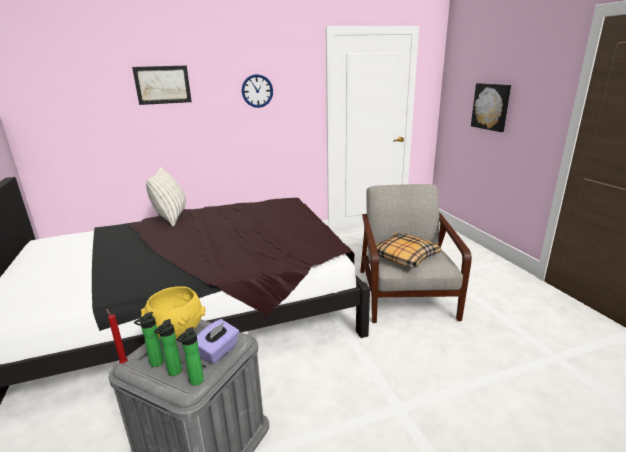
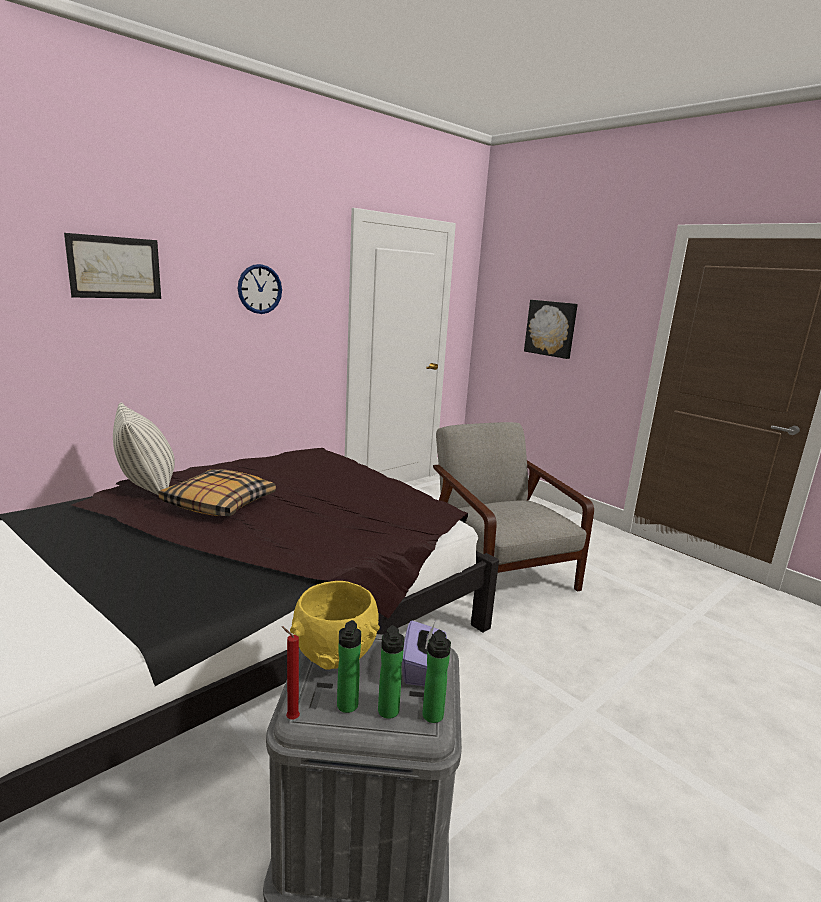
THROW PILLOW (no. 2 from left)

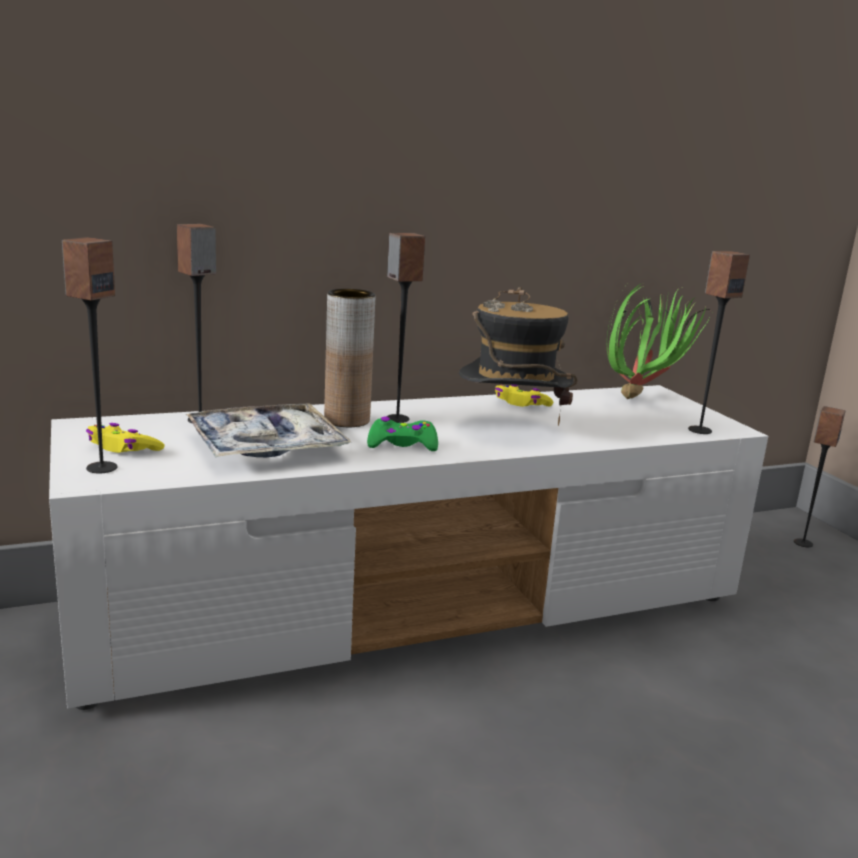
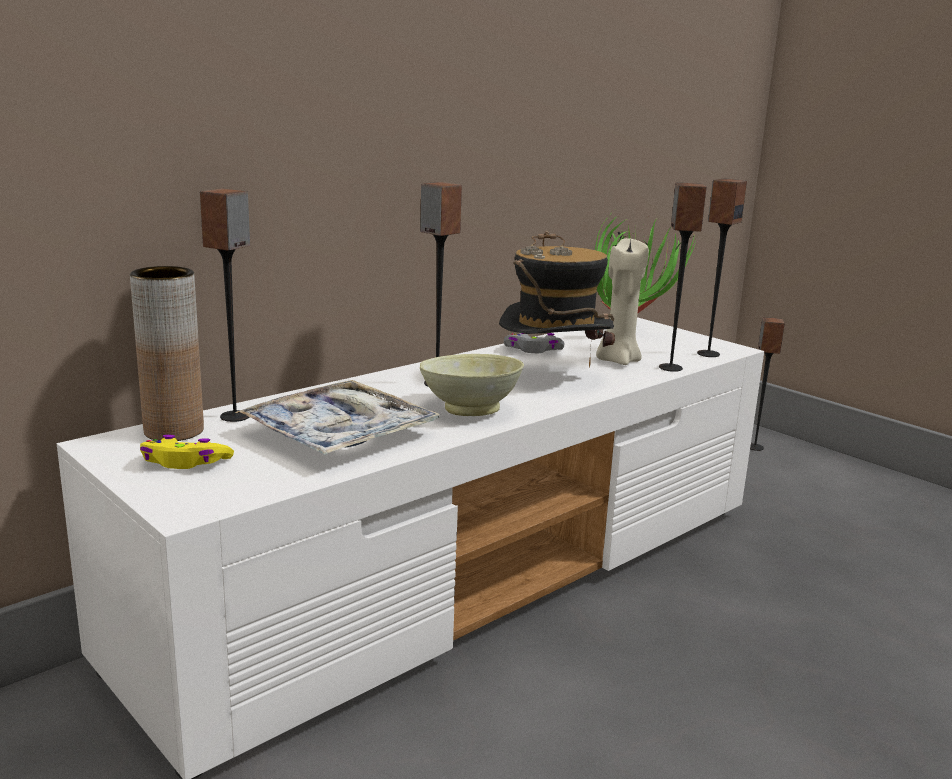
BROWN-COLOURED FLOWER VASE; BEIGE SERVING BOWL; GRAY GAME CONTROLLER; BEIGE WAX LIGHT; LOUDSPEAKER (no. 3 from left)

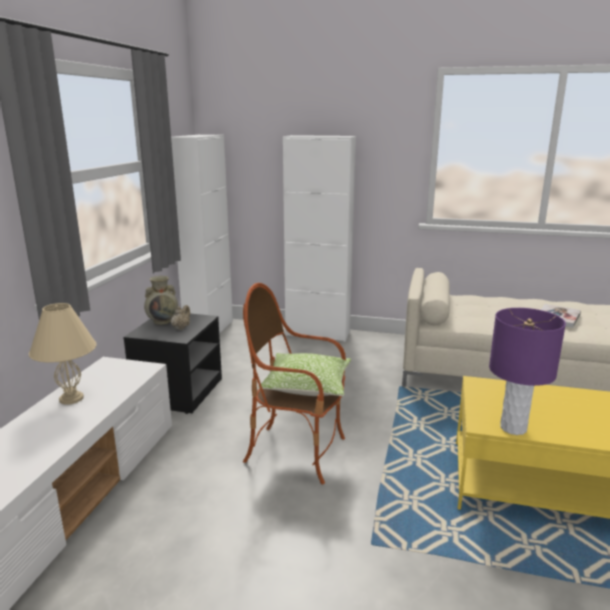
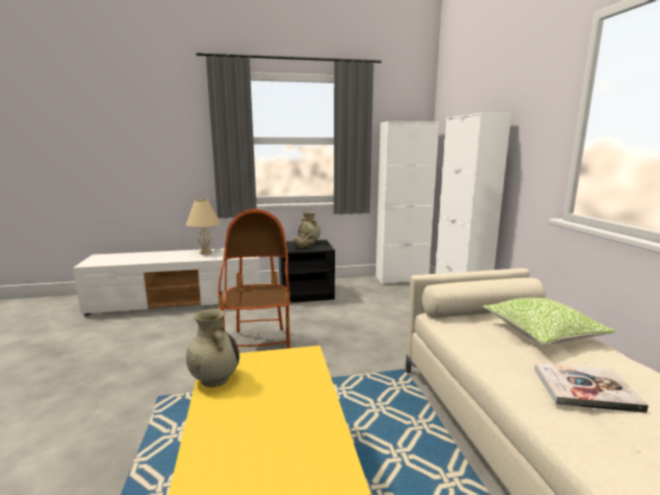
BEIGE FLOWER VASE (no. 1 from left); THROW PILLOW

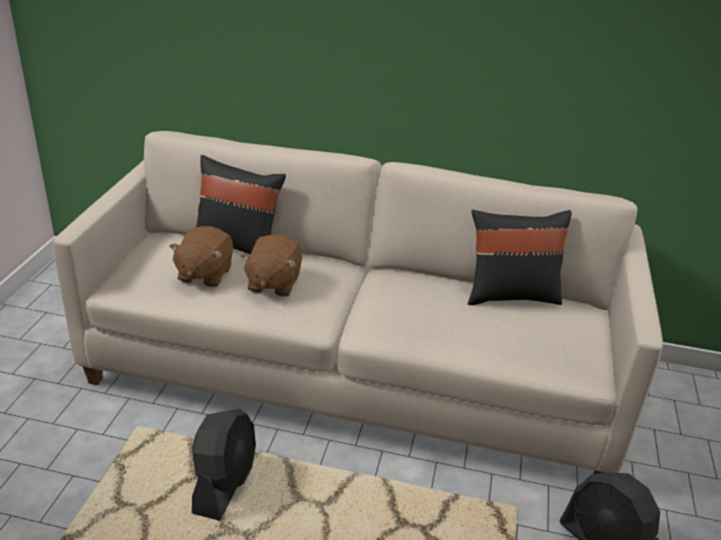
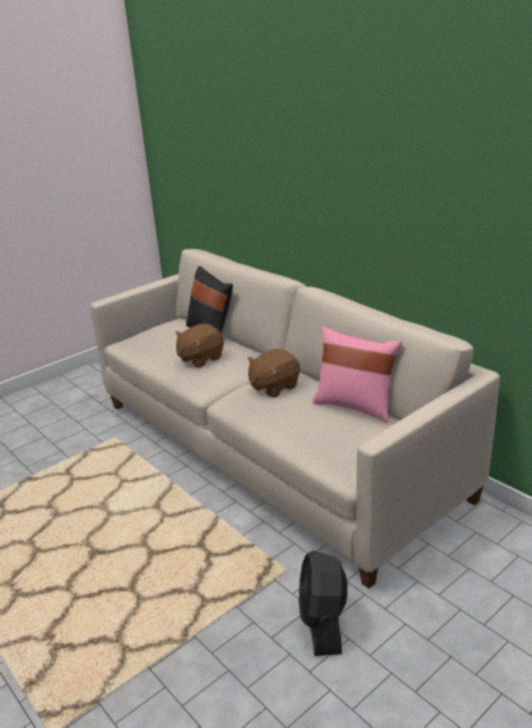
BROWN-COLOURED CUDDLY TOY (no. 2 from left); PINK THROW PILLOW; BLACK-COLOURED FAN (no. 1 from left in the first image)

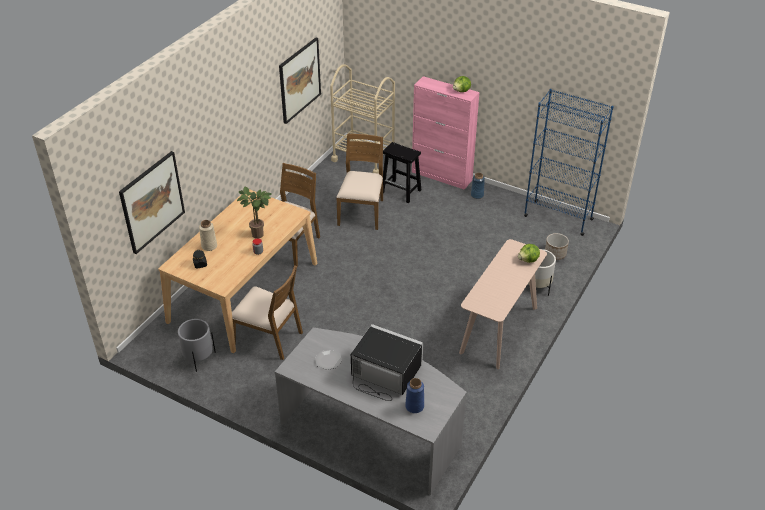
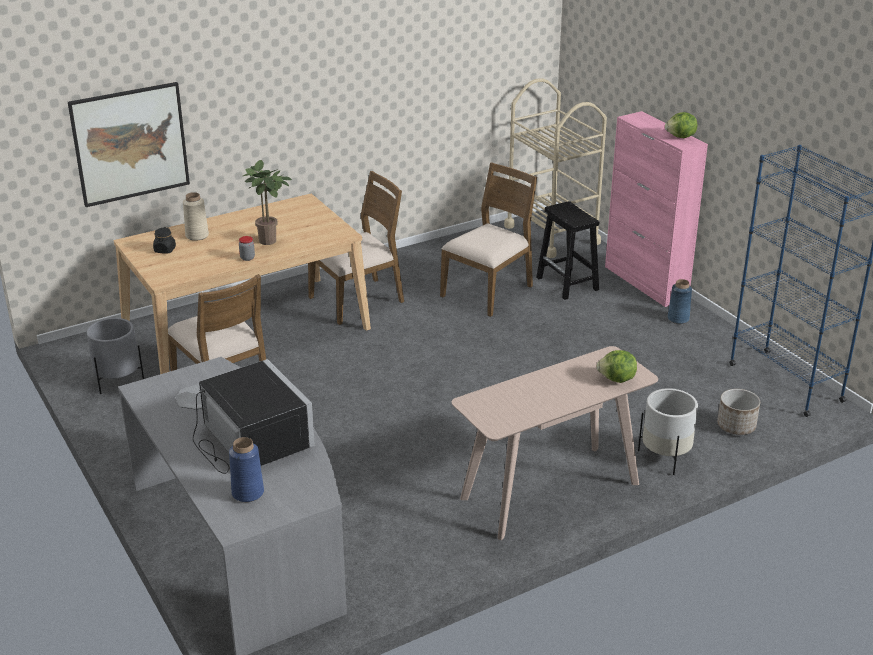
PICTURE (no. 2 from left in the first image)

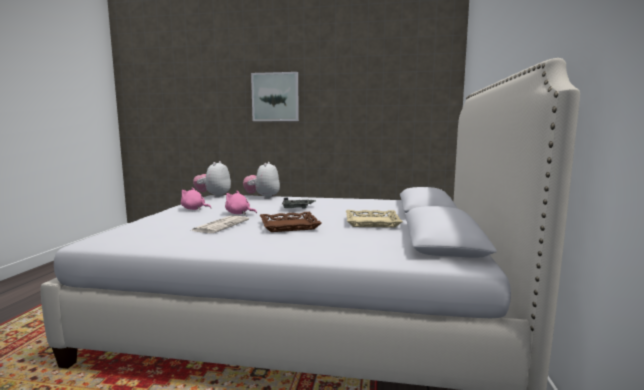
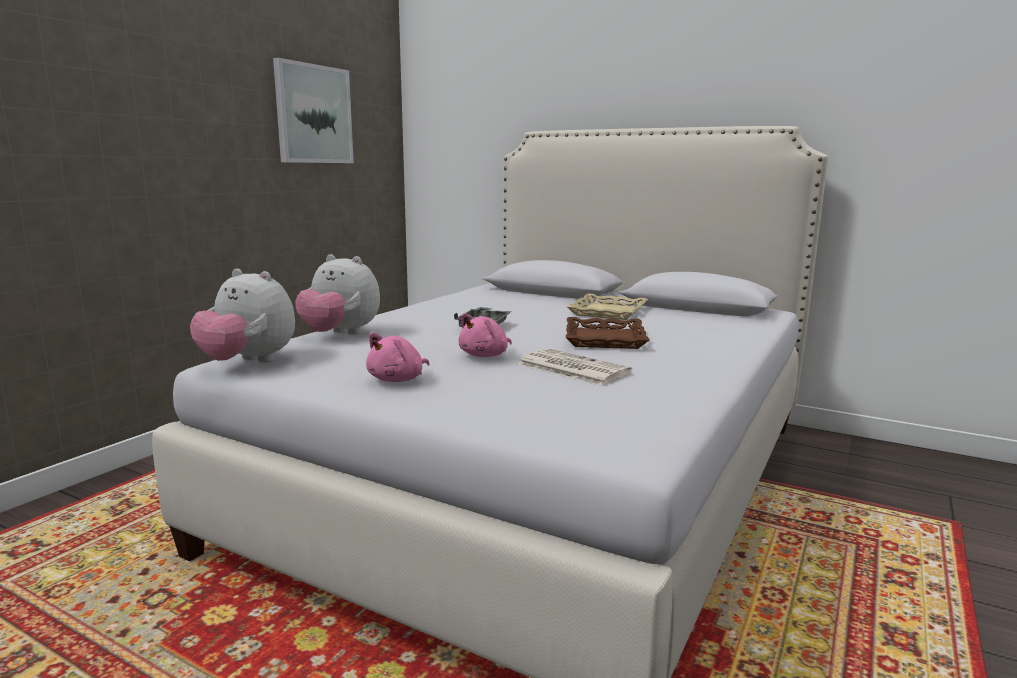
PICTURE

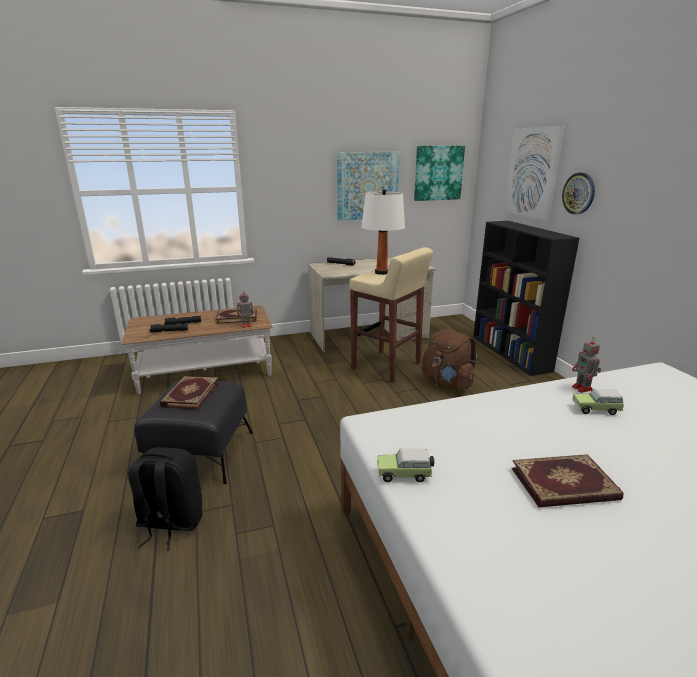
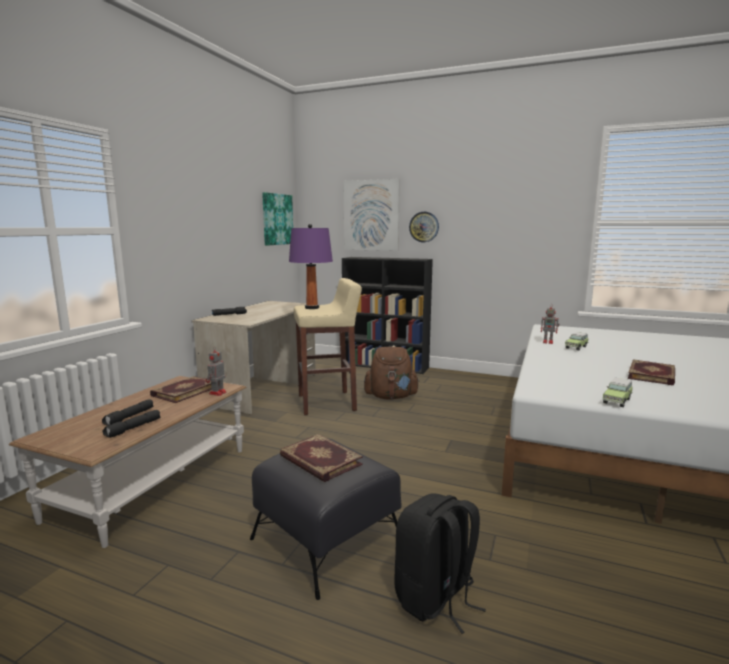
PURPLISH TABLETOP LAMP; PICTURE (no. 1 from left in the first image)

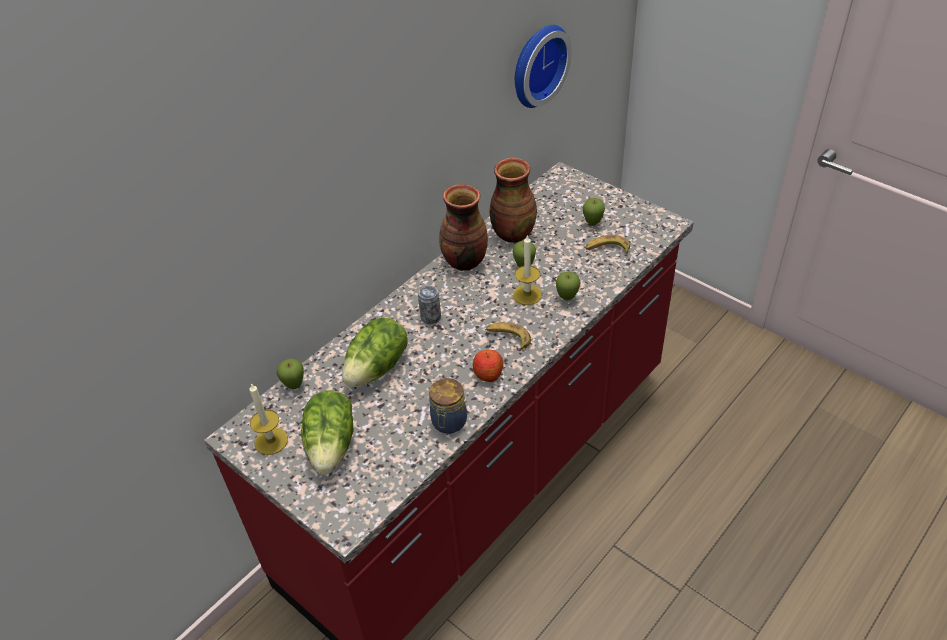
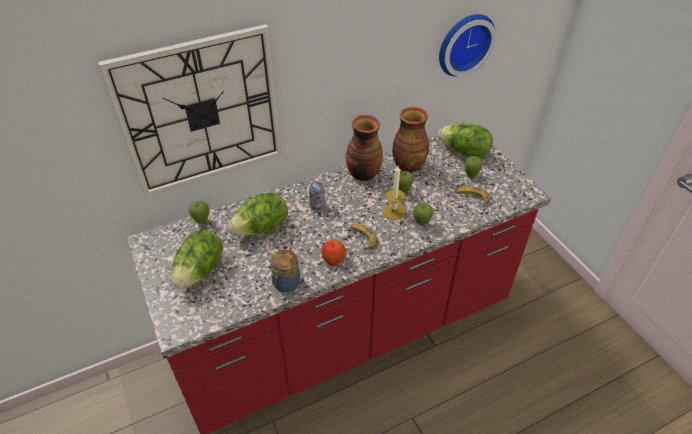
CLOCK ON THE WALL (no. 1 from left); LETTUCE HEAD (no. 3 from left); WAX LIGHT (no. 1 from left in the first image)

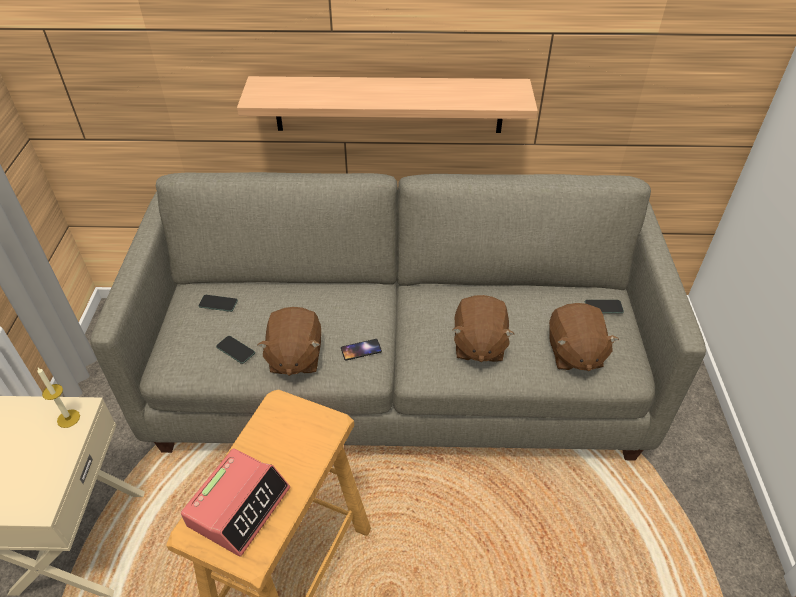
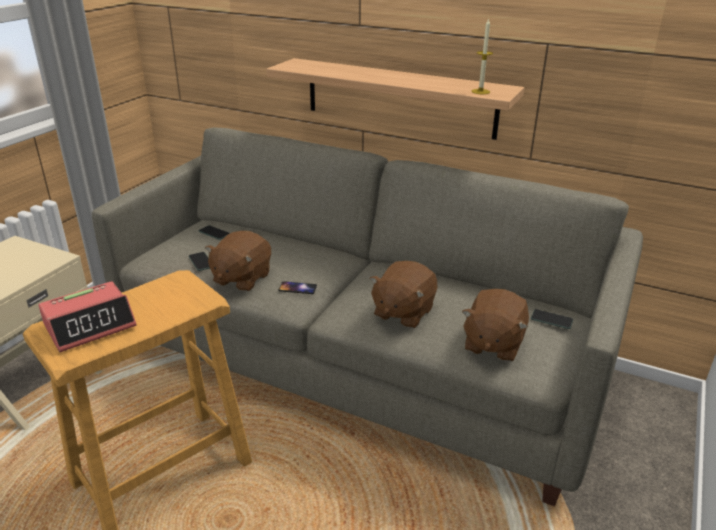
WAX LIGHT

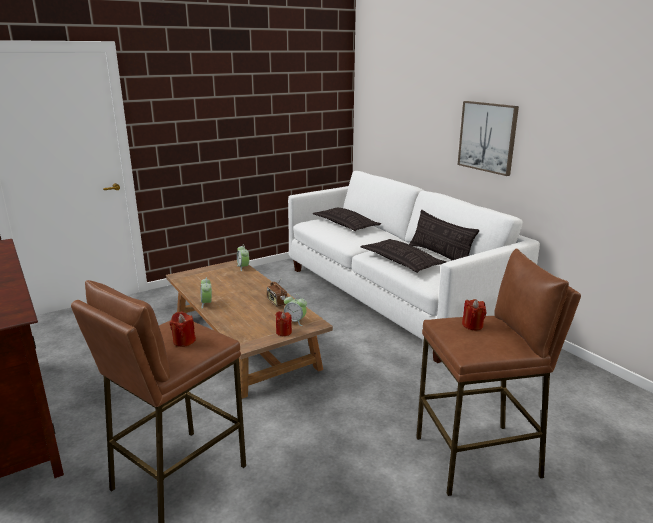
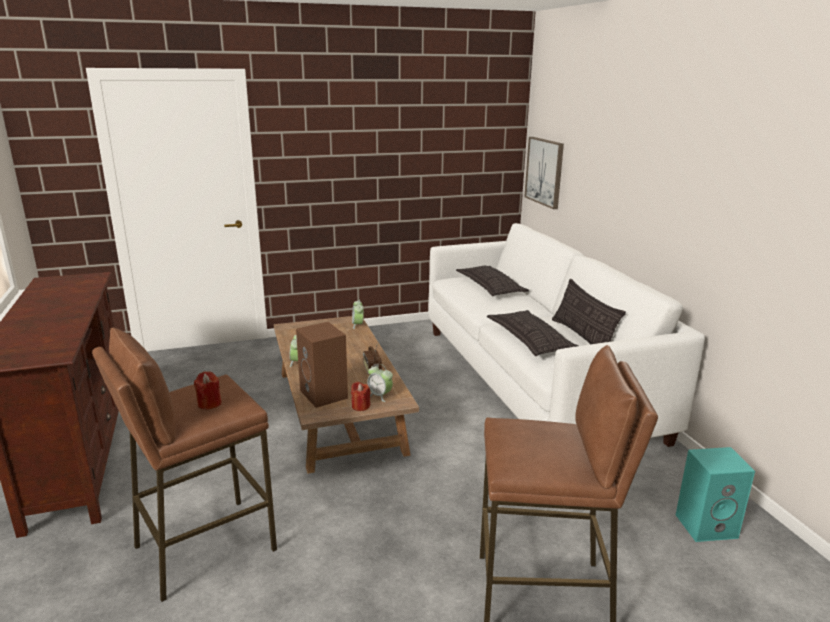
BROWN-COLOURED LOUDSPEAKER; PICTURE; BLUE-GREEN LOUDSPEAKER; RED-COLOURED WAX LIGHT (no. 3 from left in the first image)

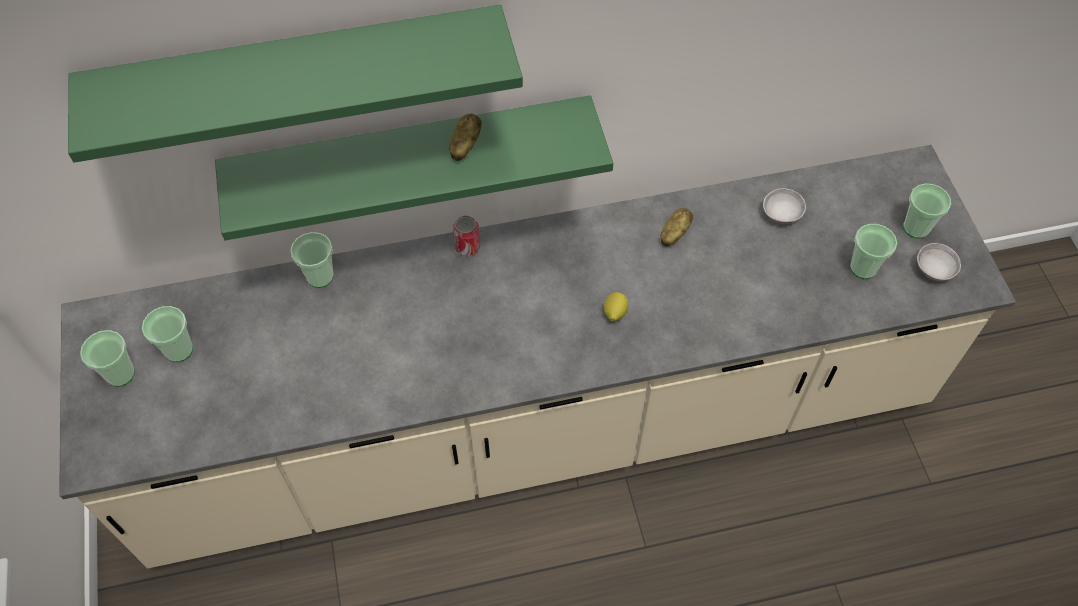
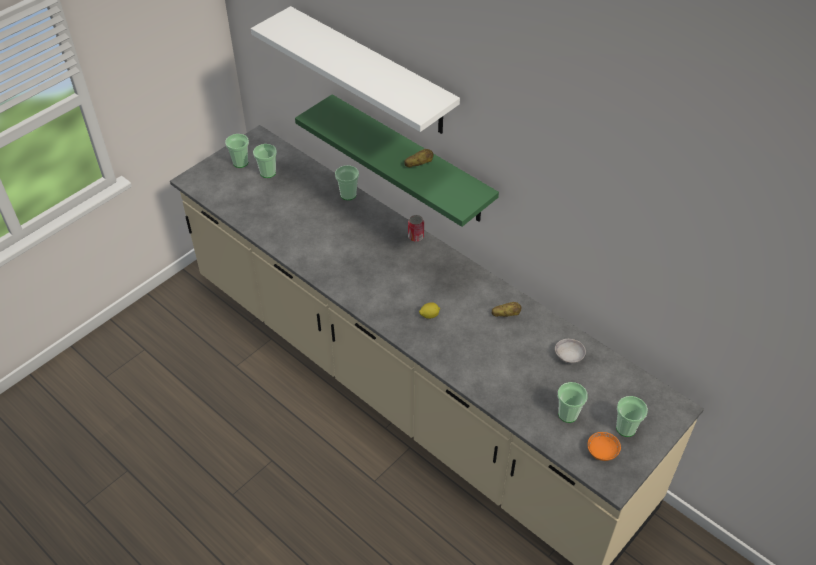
WHITE-COLOURED BRACKET SHELF; ORANGE SERVING BOWL

